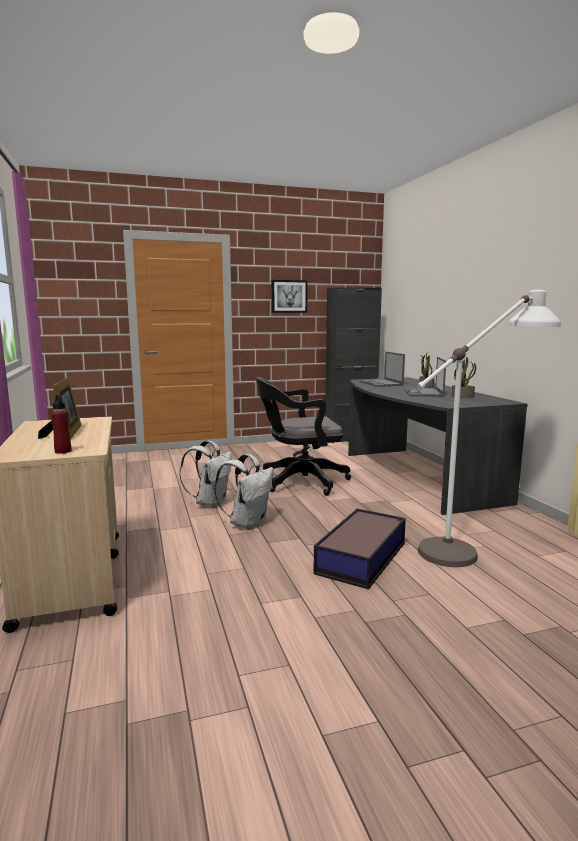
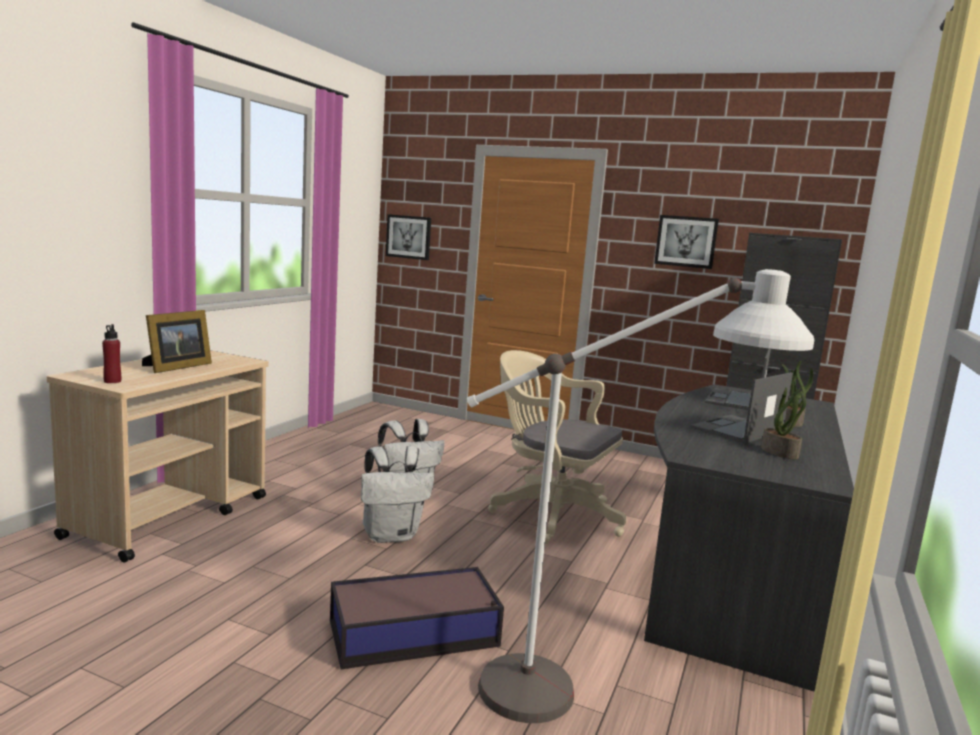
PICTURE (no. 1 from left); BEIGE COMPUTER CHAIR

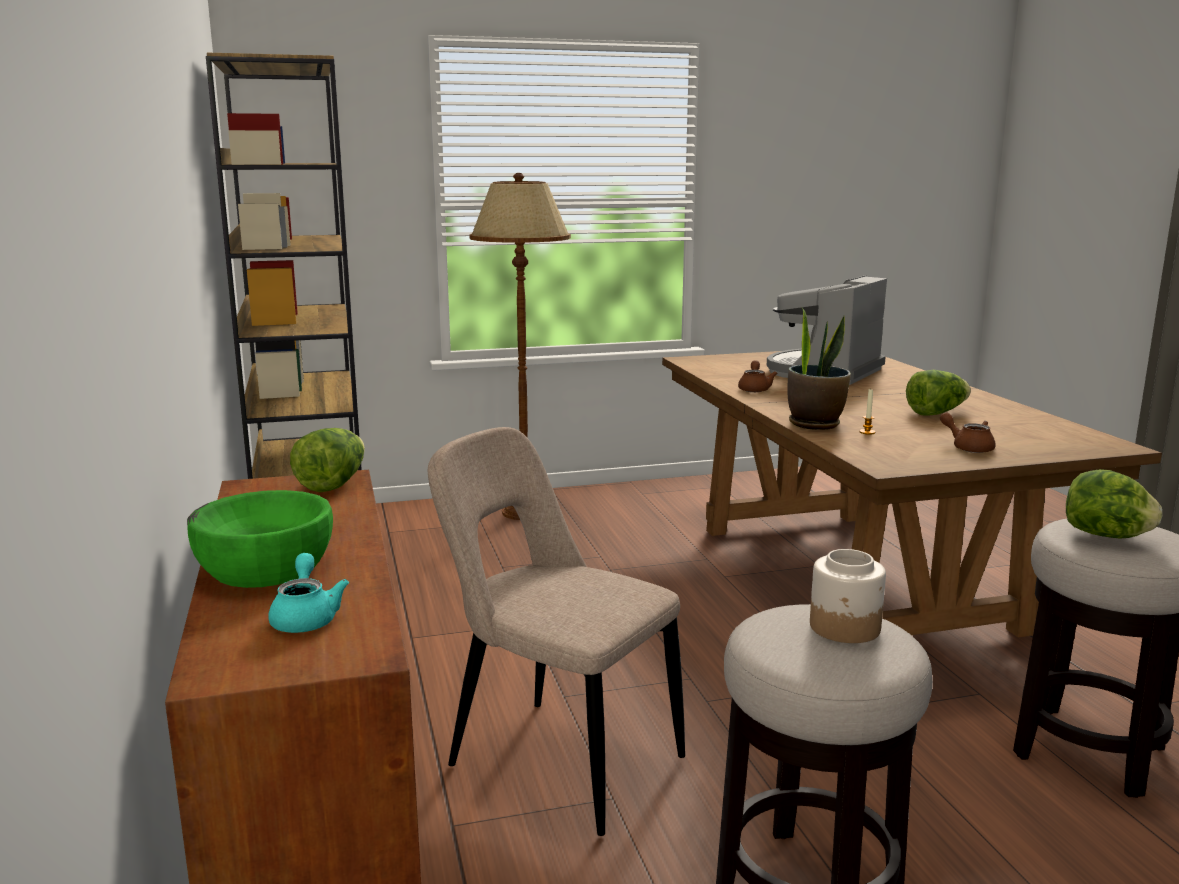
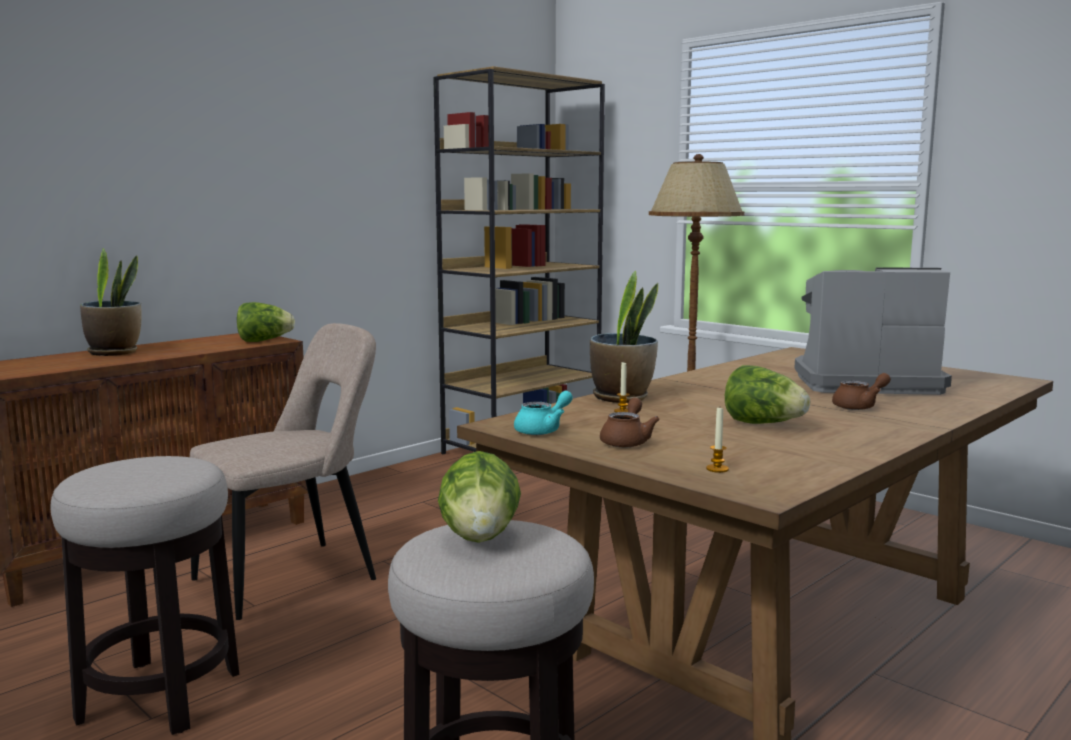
HOUSEPLANT (no. 1 from left); BEIGE UPRIGHT CHAIR; BLUE-GREEN TEAPOT; WAX LIGHT (no. 2 from left); BROWN-COLOURED TEAPOT (no. 2 from left); JAR

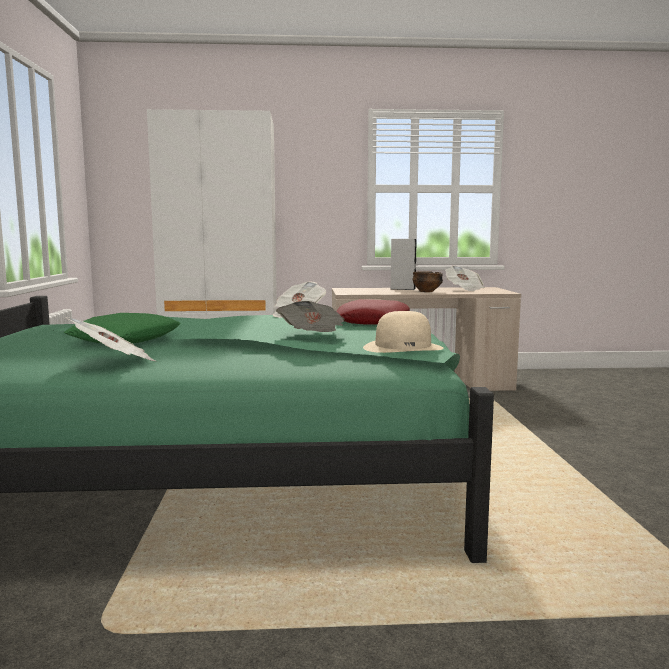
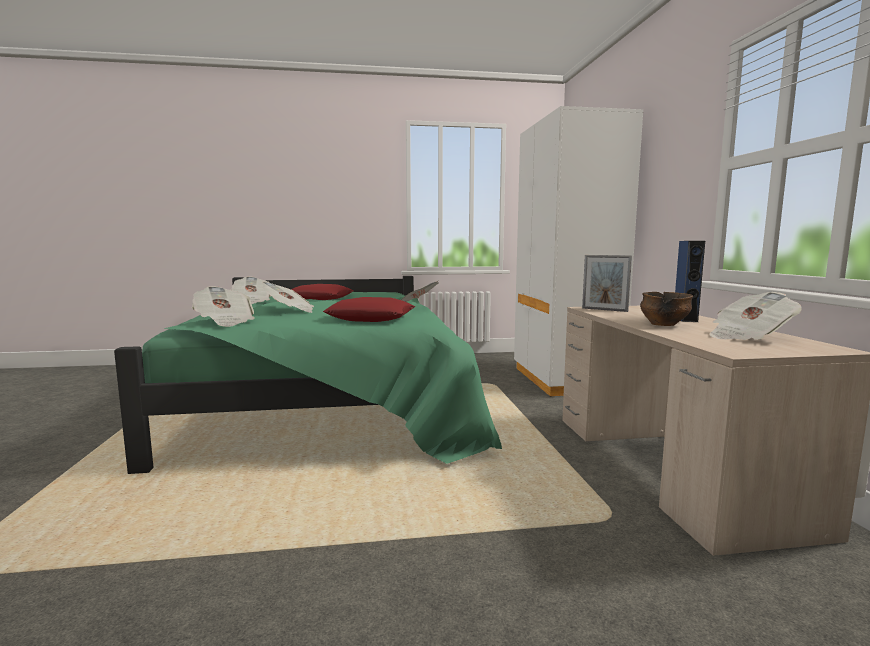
PRINTED PAPER (no. 1 from left); RED-COLOURED THROW PILLOW (no. 1 from left); STANDING FRAME; BLUISH LOUDSPEAKER

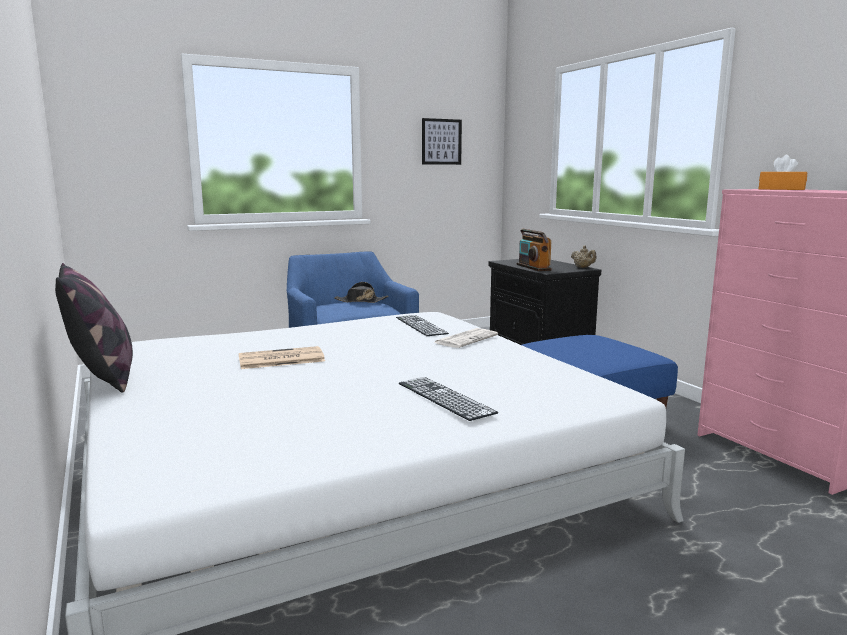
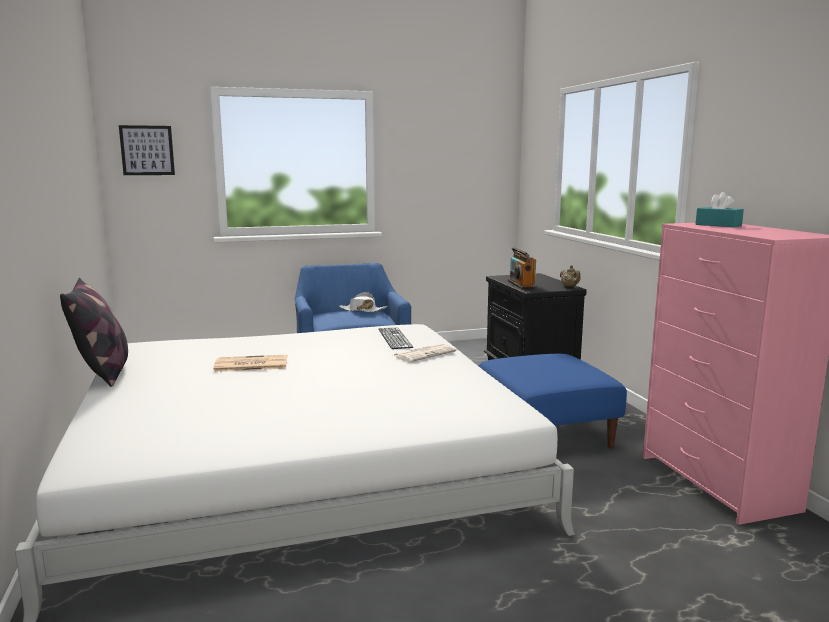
PICTURE; WHITE-COLOURED WEARABLE HAT; BLUE-GREEN TISSUE BOX; PC KEYBOARD (no. 2 from left in the first image)

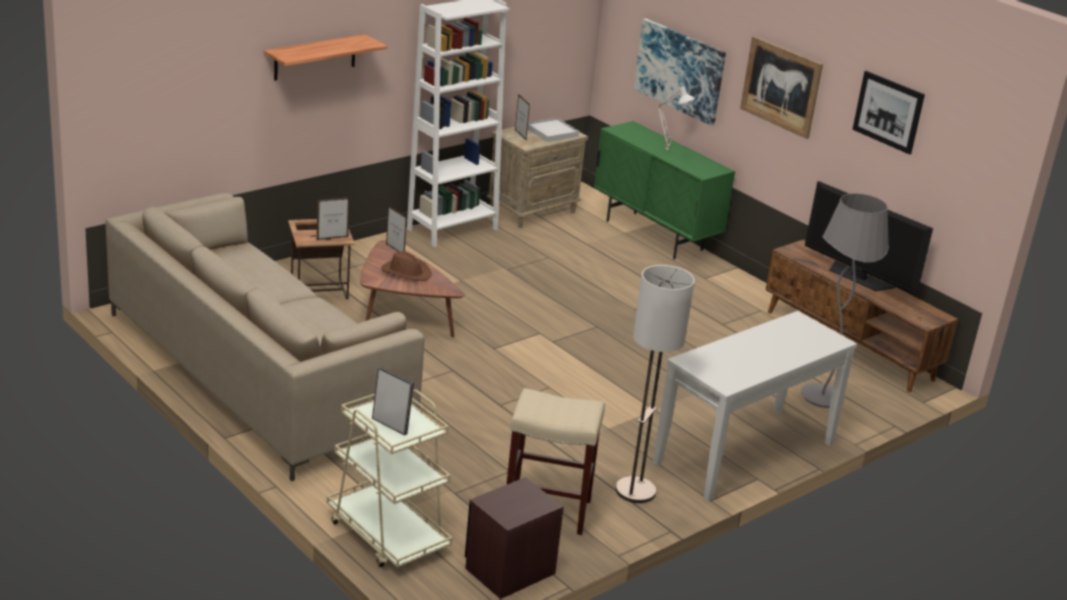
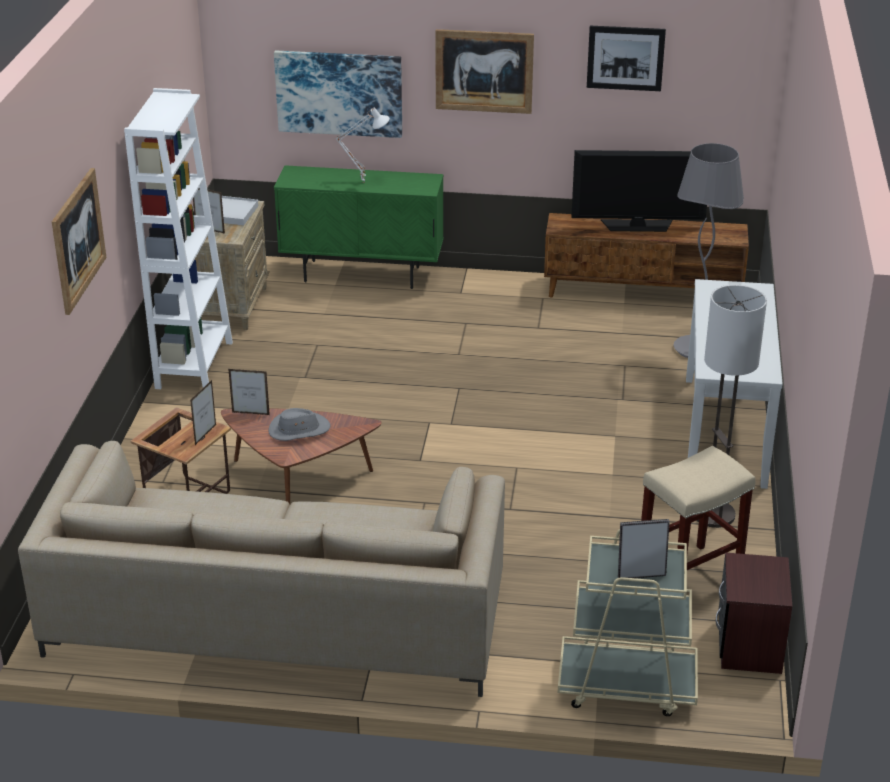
PICTURE (no. 1 from left); GRAY WEARABLE HAT

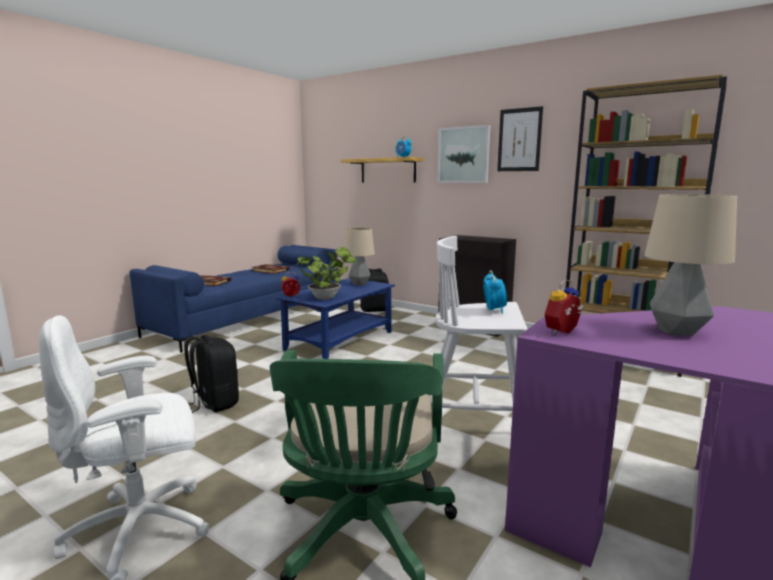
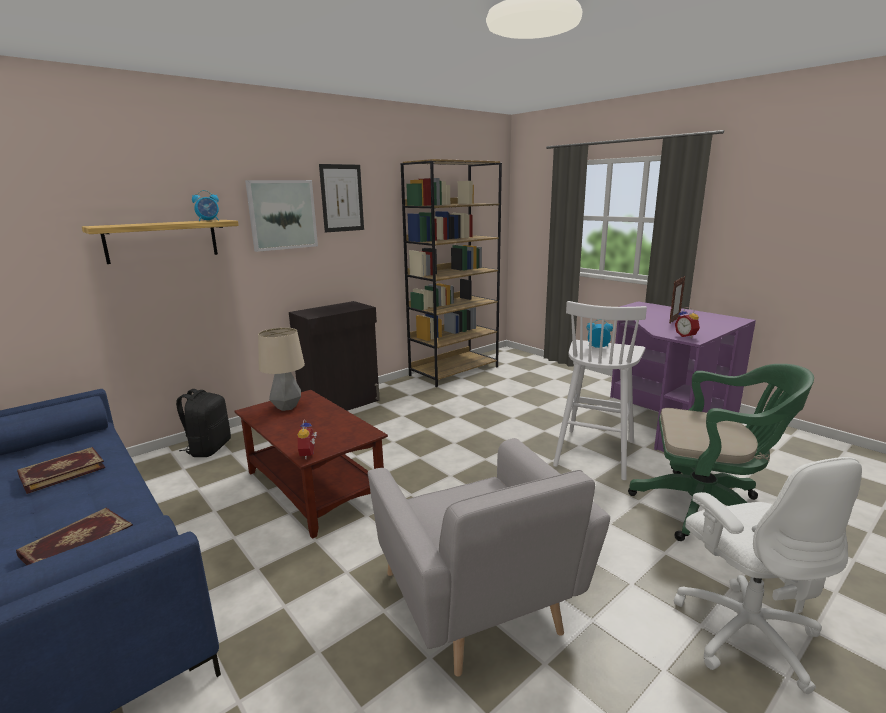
BROWN-COLOURED LOW TABLE; GRAY LOUNGE CHAIR; STANDING FRAME; HOUSEPLANT

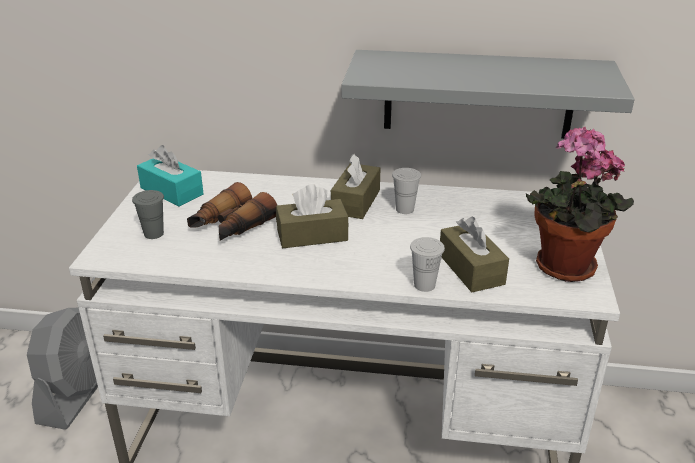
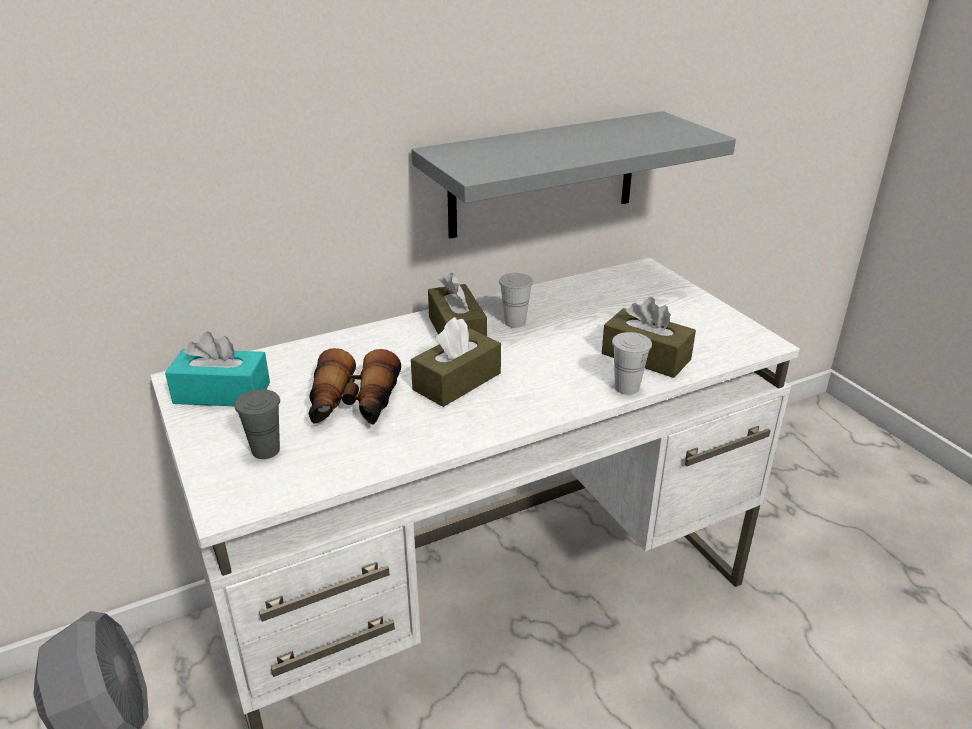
HOUSEPLANT

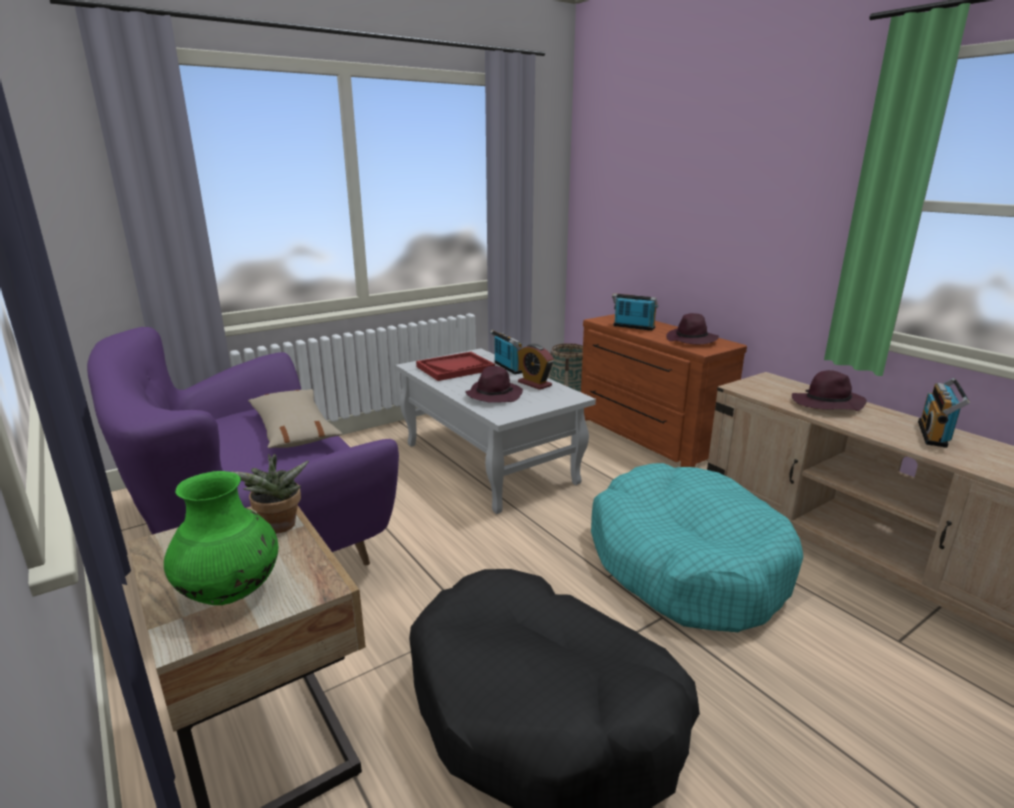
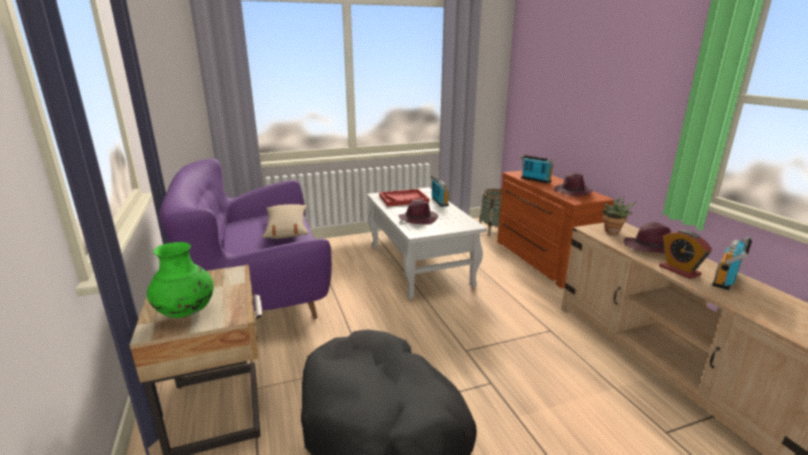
HOUSEPLANT; ALARM CLOCK; BLUE-GREEN DOG CUSHION

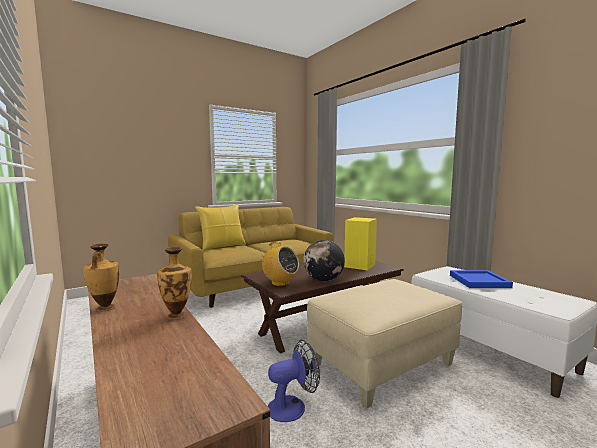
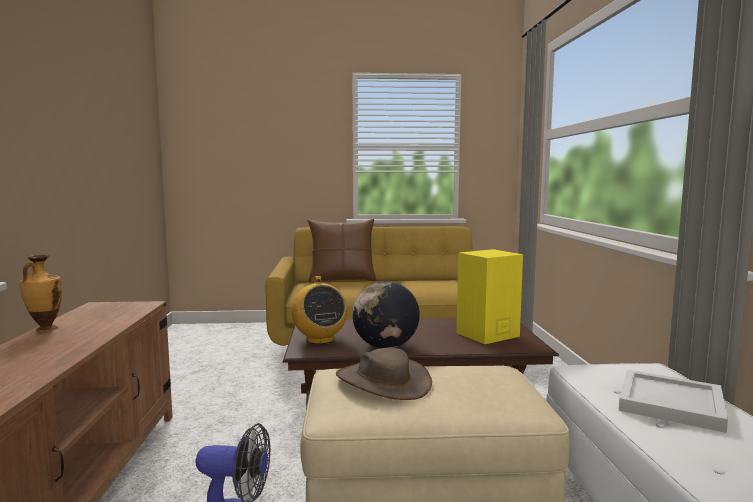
BROWN-COLOURED THROW PILLOW; BROWN-COLOURED WEARABLE HAT; WHITE-COLOURED TRAY; FLOWER VASE (no. 2 from left in the first image)

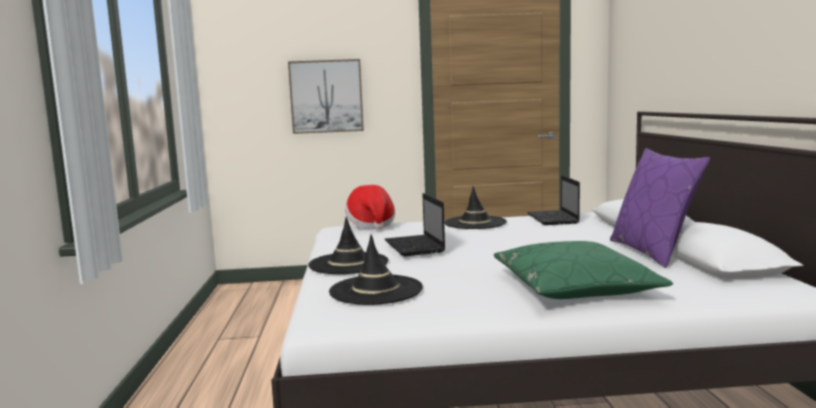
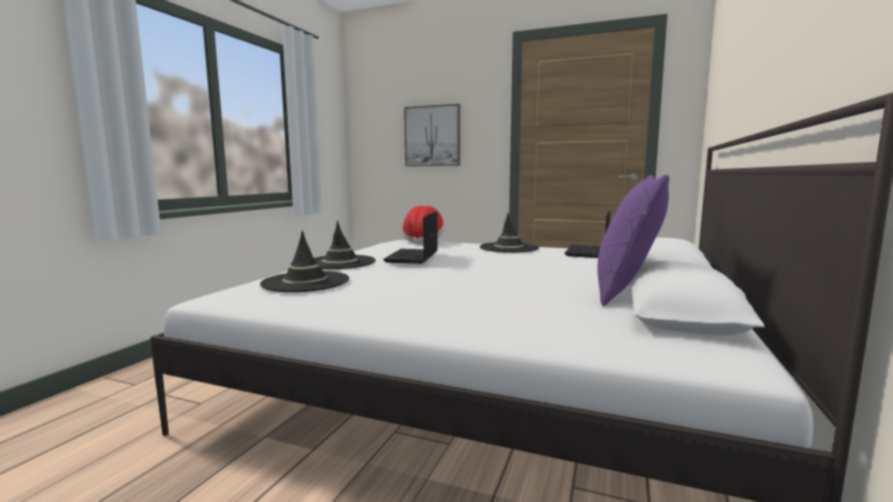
GREEN THROW PILLOW

